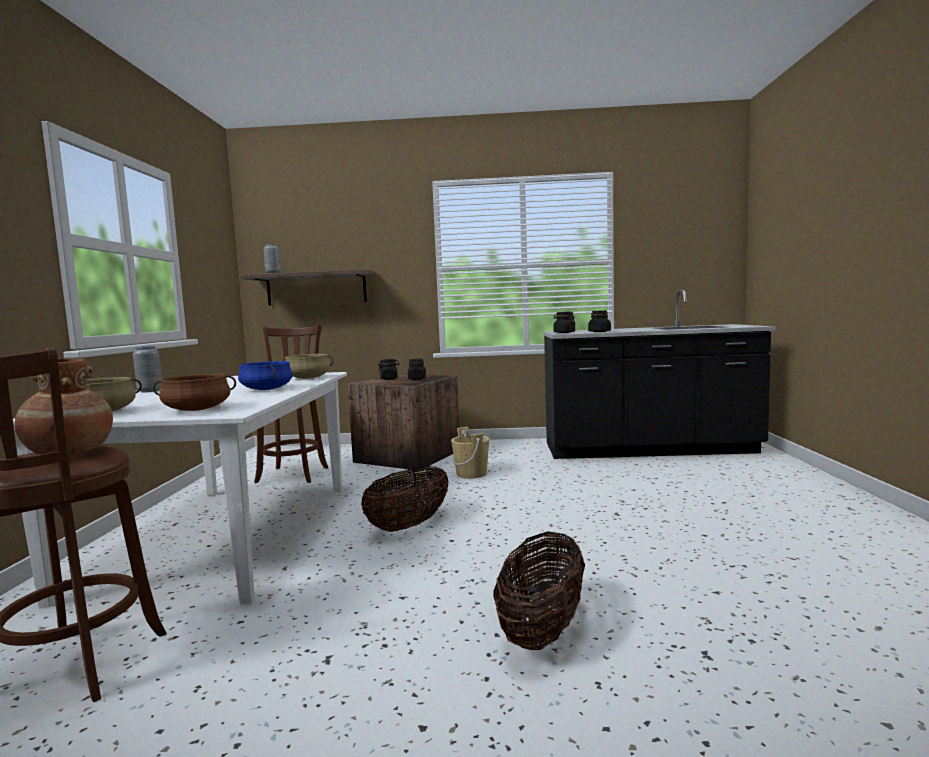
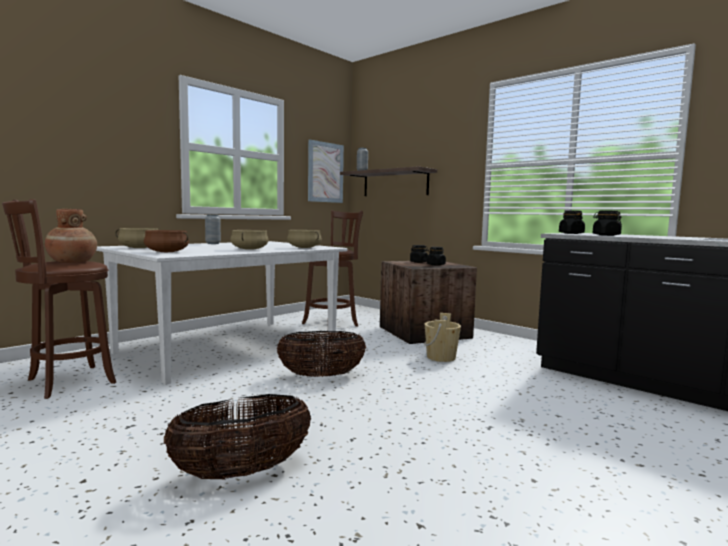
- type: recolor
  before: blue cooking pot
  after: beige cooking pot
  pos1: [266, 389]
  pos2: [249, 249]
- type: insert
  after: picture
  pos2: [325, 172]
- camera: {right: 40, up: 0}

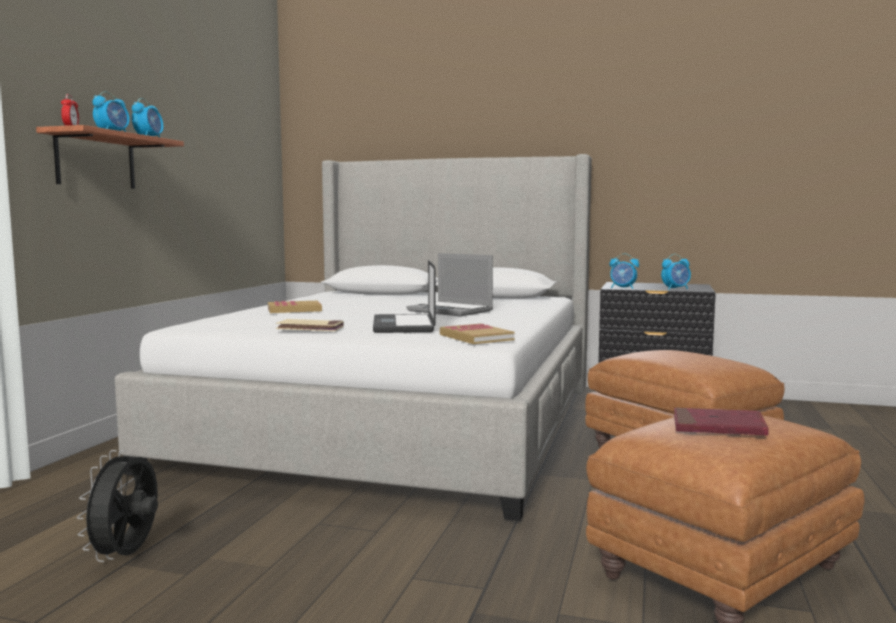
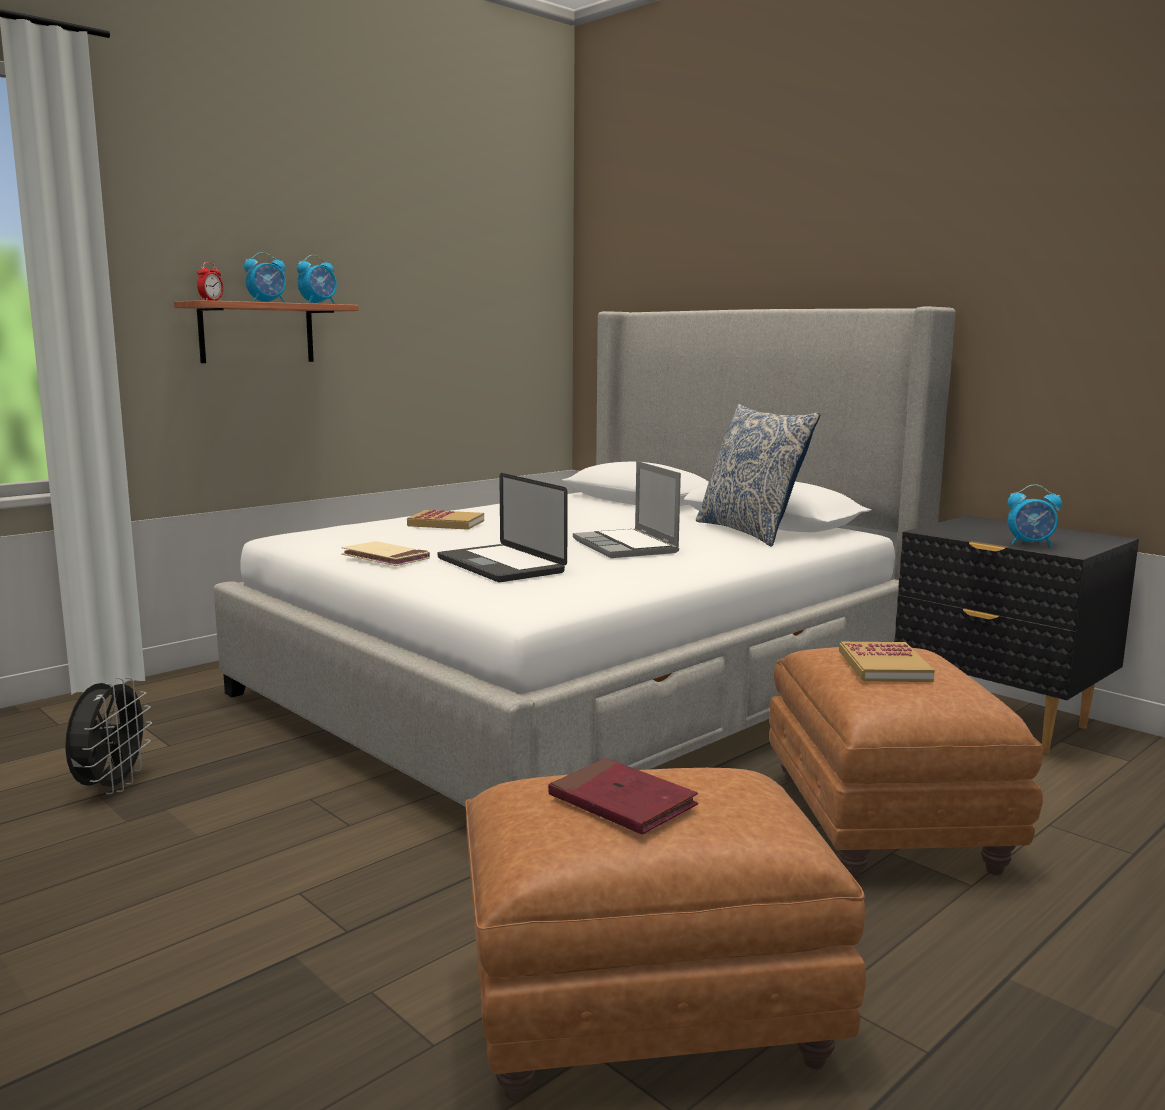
- type: delete
  before: alarm clock
  pos1: [623, 288]
- type: rotate
  before: laptop
  pos1: [403, 325]
  pos2: [500, 565]
  turn: -60
- type: move
  before: book
  pos1: [476, 337]
  pos2: [884, 666]
- type: rotate
  before: black fan
  pos1: [127, 556]
  pos2: [111, 787]
  turn: 150
- type: insert
  after: pillow
  pos2: [751, 532]
- camera: {right: 30, up: 5}

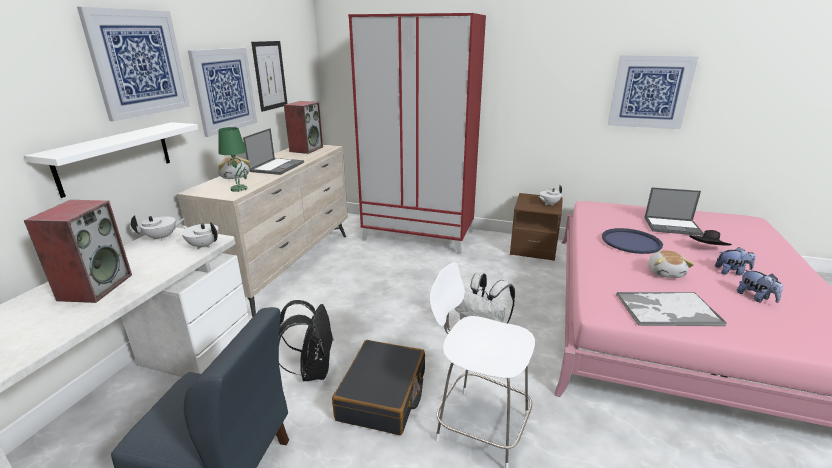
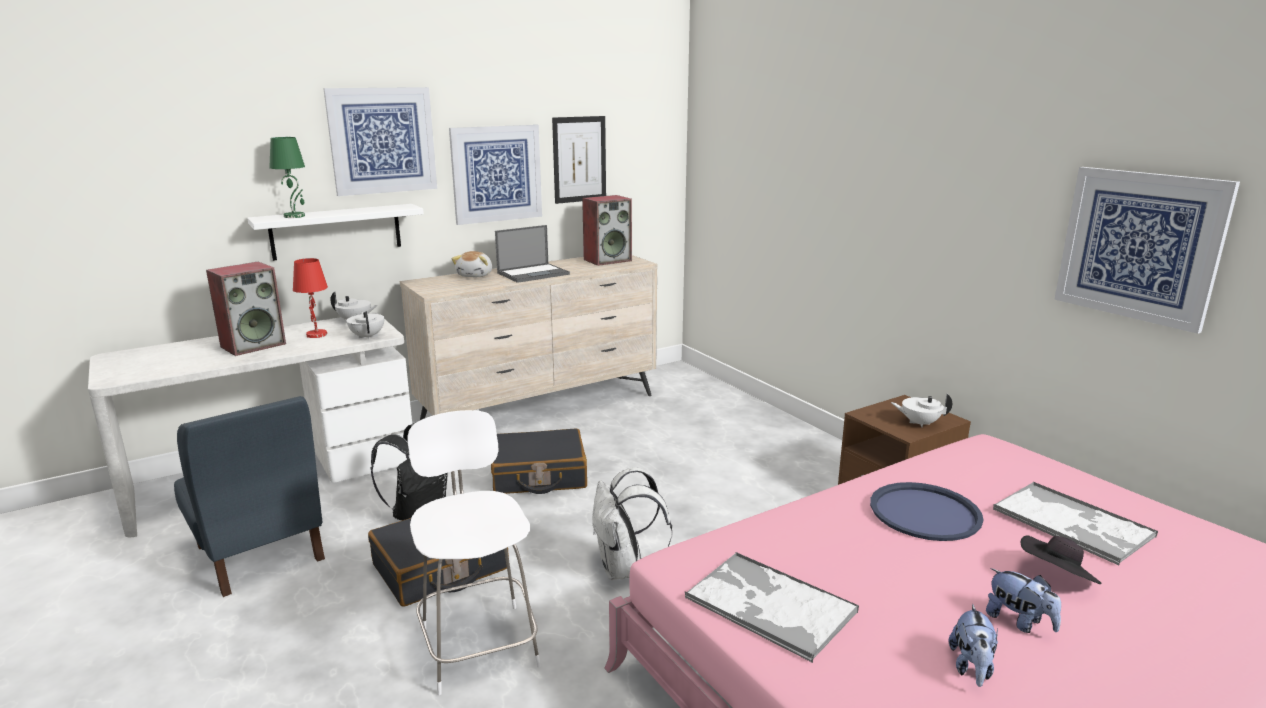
- type: delete
  before: red wardrobe
  pos1: [419, 235]
- type: move
  before: green table lamp
  pos1: [239, 189]
  pos2: [295, 216]
- type: replace
  before: laptop
  after: tray
  pos1: [673, 226]
  pos2: [1073, 523]
- type: delete
  before: plush toy
  pos1: [665, 272]
- type: insert
  after: red table lamp
  pos2: [316, 334]
- type: insert
  after: black suitcase
  pos2: [538, 475]
- camera: {right: 40, up: -5}

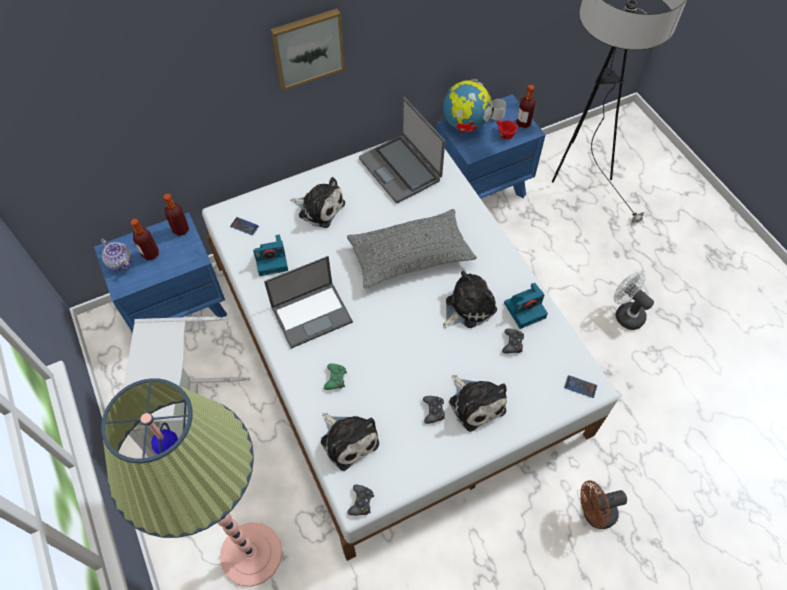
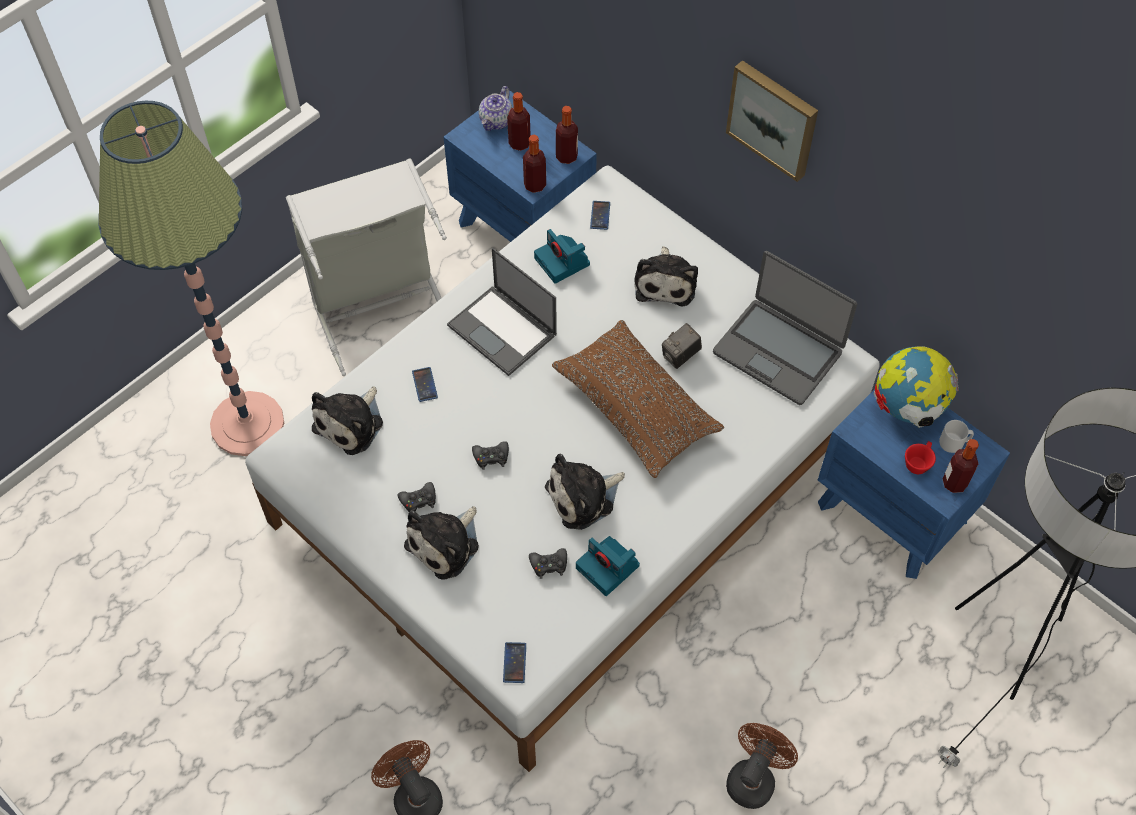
- type: rotate
  before: laptop
  pos1: [400, 169]
  pos2: [778, 351]
  turn: -90
- type: recolor
  before: grey pillow
  after: brown pillow
  pos1: [410, 256]
  pos2: [636, 407]
- type: rotate
  before: plush toy
  pos1: [467, 307]
  pos2: [584, 497]
  turn: 120
- type: recolor
  before: white fan
  after: brown fan
  pos1: [625, 314]
  pos2: [753, 777]
- type: replace
  before: green game controller
  after: phone
  pos1: [335, 378]
  pos2: [424, 384]
- type: move
  before: black game controller
  pos1: [361, 502]
  pos2: [491, 457]
- type: insert
  after: bottle
  pos2: [535, 185]
- type: insert
  after: photo camera
  pos2: [680, 356]
- camera: {right: 70, up: 0}

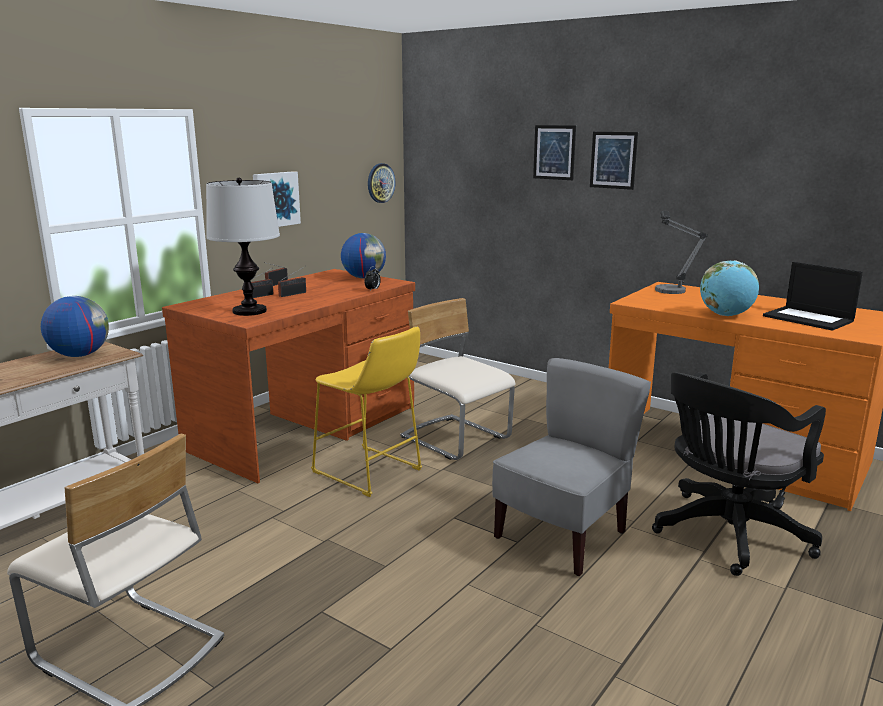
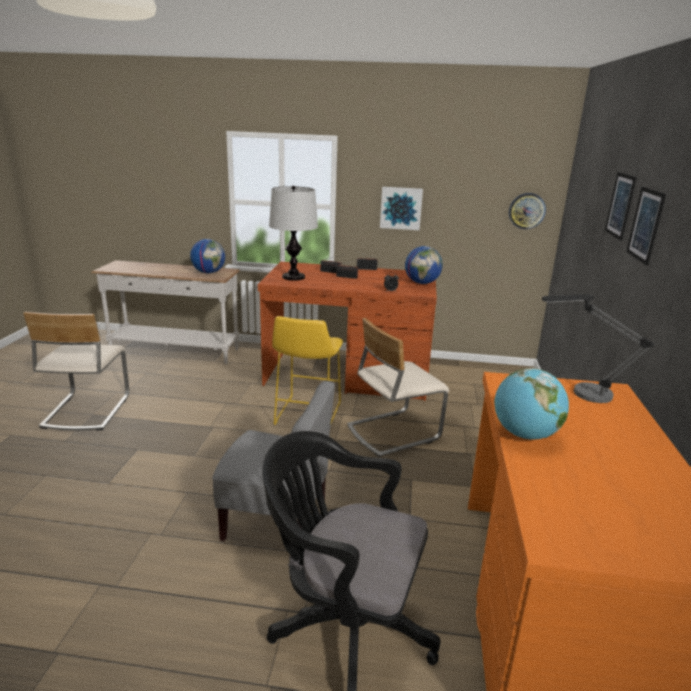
- type: delete
  before: laptop
  pos1: [809, 319]
- type: rotate
  before: beige chair
  pos1: [456, 439]
  pos2: [392, 432]
  turn: -135
- camera: {right: 60, up: 5}

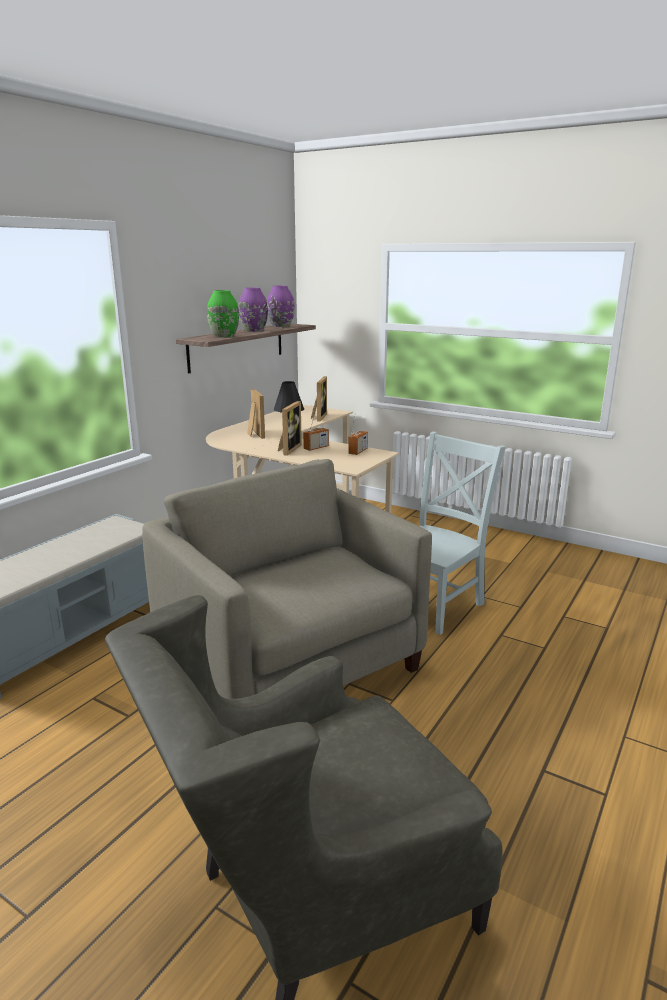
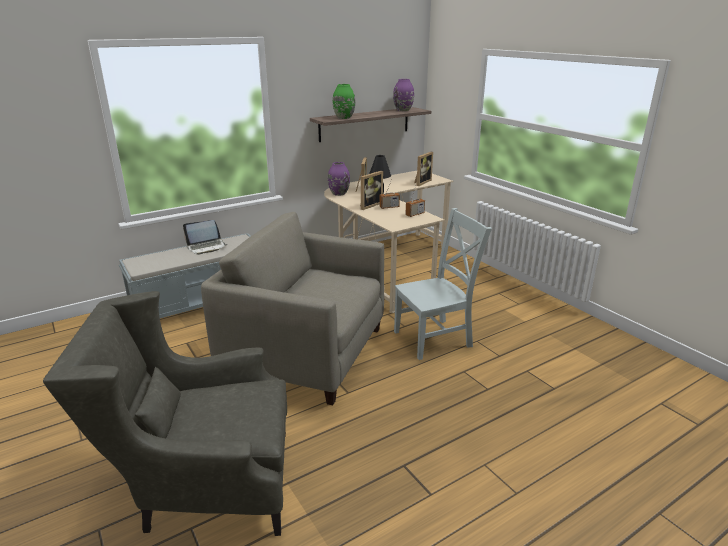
- type: move
  before: purple vase
  pos1: [253, 330]
  pos2: [339, 193]
- type: rotate
  before: beige armchair
  pos1: [290, 663]
  pos2: [306, 352]
  turn: -60
- type: insert
  after: laptop
  pos2: [207, 247]
- camera: {right: 25, up: 5}

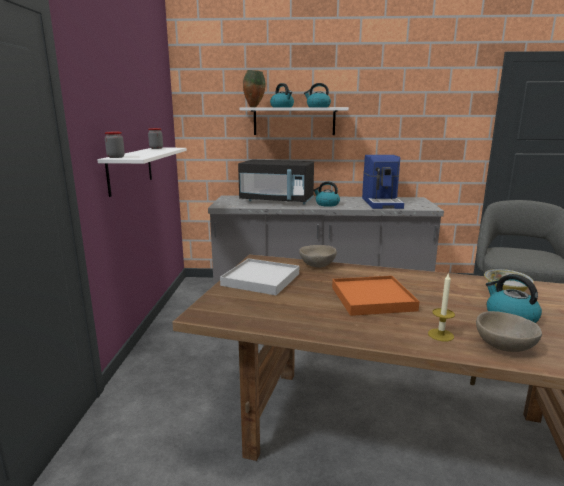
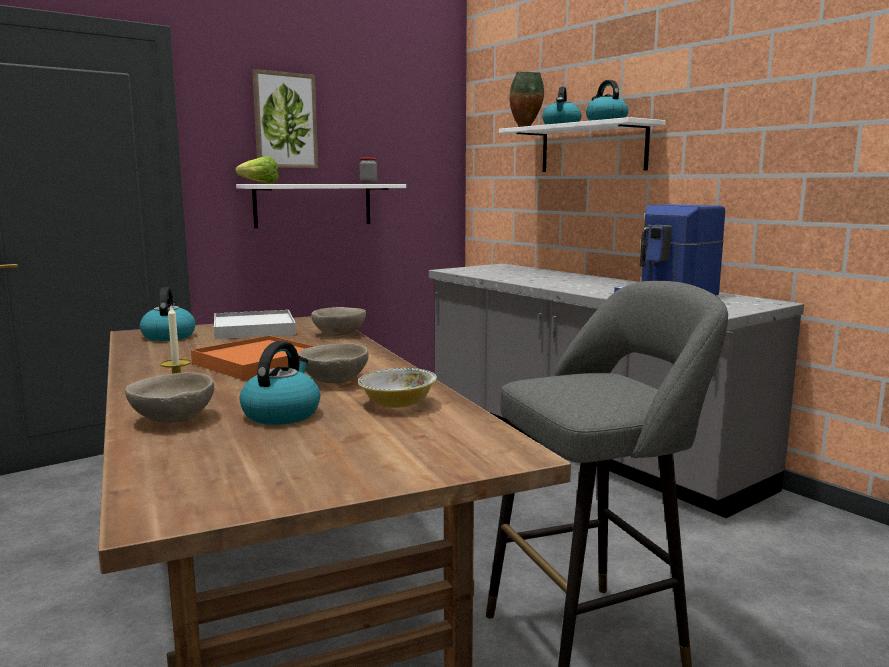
- type: replace
  before: jar
  after: lettuce
  pos1: [116, 157]
  pos2: [256, 183]
- type: delete
  before: black microwave
  pos1: [277, 201]
- type: move
  before: kettle
  pos1: [326, 204]
  pos2: [168, 336]
- type: insert
  after: picture
  pos2: [285, 120]
- type: insert
  after: beige bowl
  pos2: [333, 381]
- camera: {right: 50, up: -5}

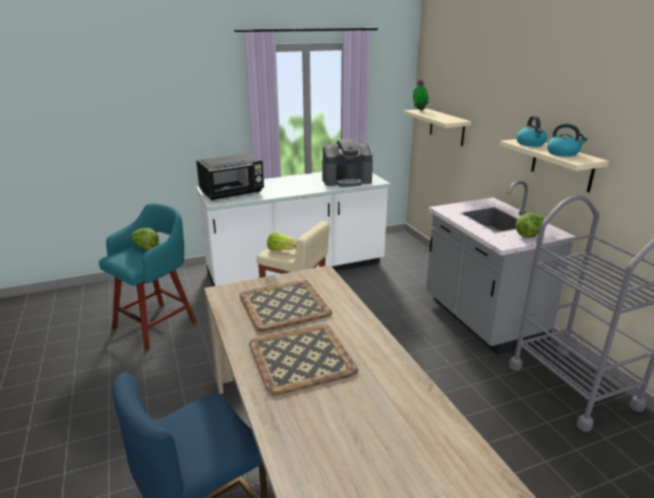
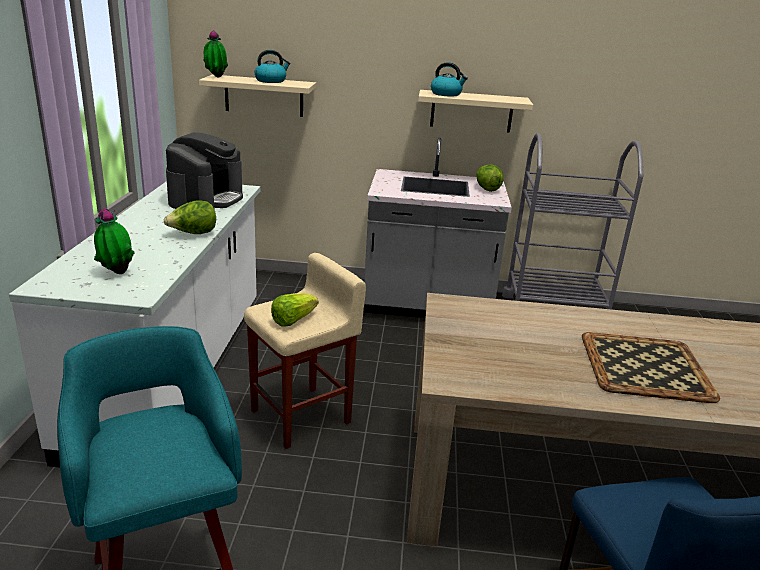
- type: move
  before: kettle
  pos1: [563, 153]
  pos2: [271, 81]
- type: replace
  before: black microwave
  after: potted plant
  pos1: [233, 193]
  pos2: [116, 272]
- type: move
  before: lettuce
  pos1: [146, 248]
  pos2: [193, 234]
- type: delete
  before: tray
  pos1: [285, 304]
- camera: {right: -65, up: 0}

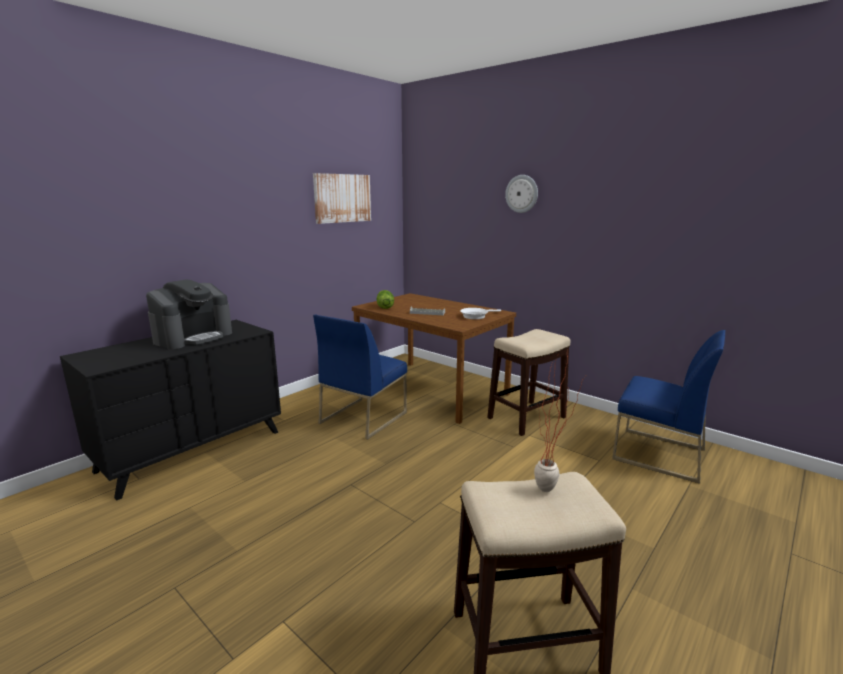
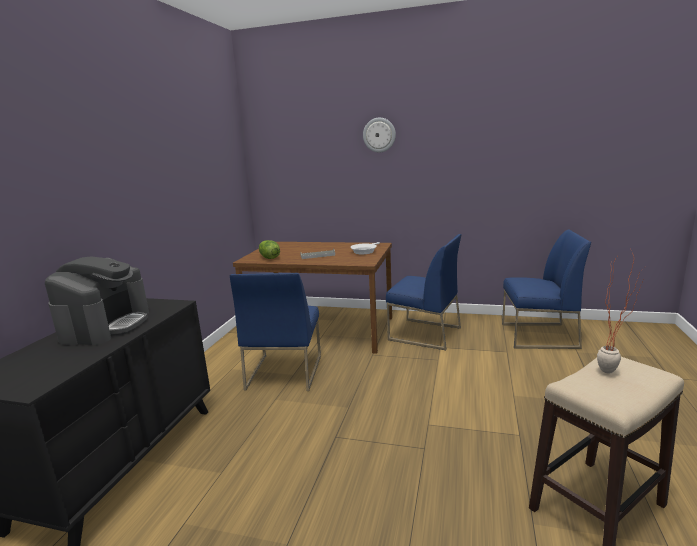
- type: delete
  before: picture
  pos1: [342, 198]
- type: replace
  before: stool
  after: blue chair
  pos1: [526, 418]
  pos2: [424, 334]
- camera: {right: -25, up: 0}

